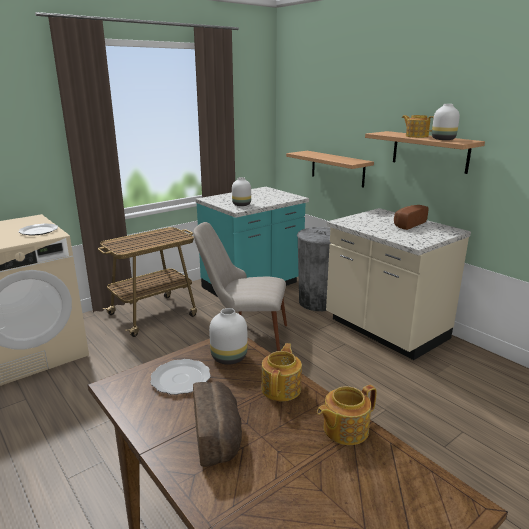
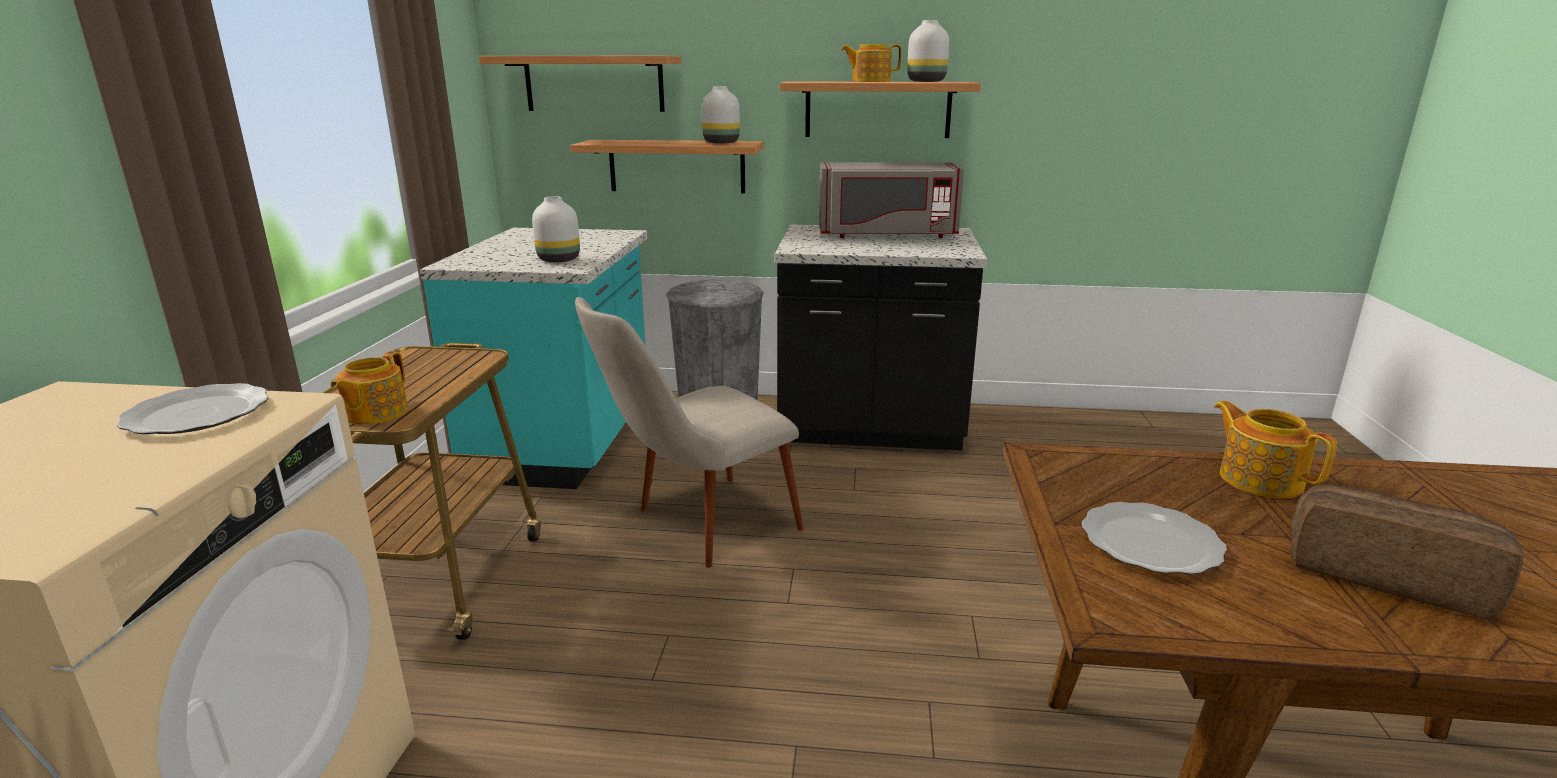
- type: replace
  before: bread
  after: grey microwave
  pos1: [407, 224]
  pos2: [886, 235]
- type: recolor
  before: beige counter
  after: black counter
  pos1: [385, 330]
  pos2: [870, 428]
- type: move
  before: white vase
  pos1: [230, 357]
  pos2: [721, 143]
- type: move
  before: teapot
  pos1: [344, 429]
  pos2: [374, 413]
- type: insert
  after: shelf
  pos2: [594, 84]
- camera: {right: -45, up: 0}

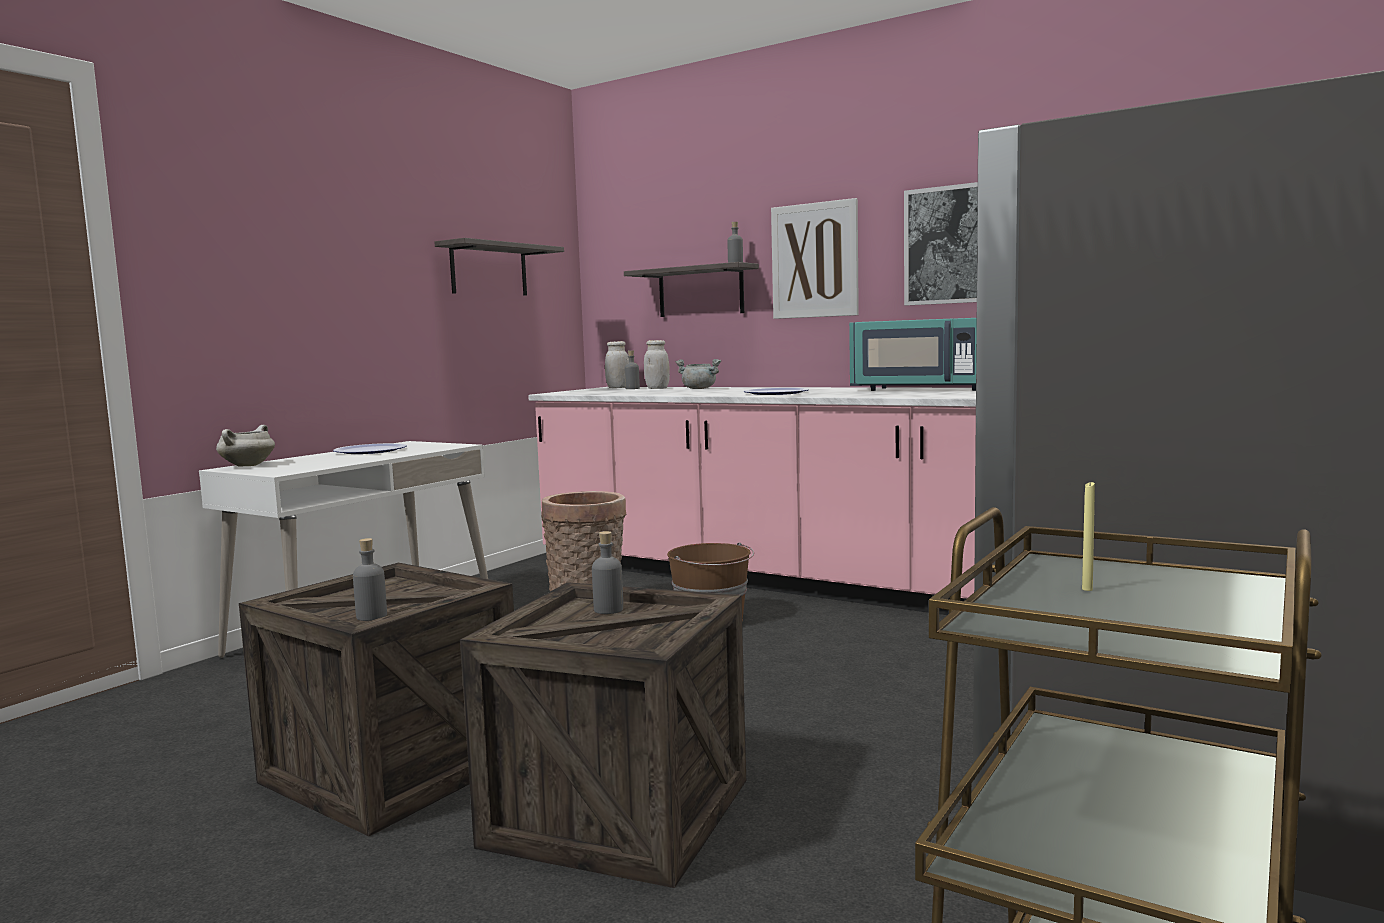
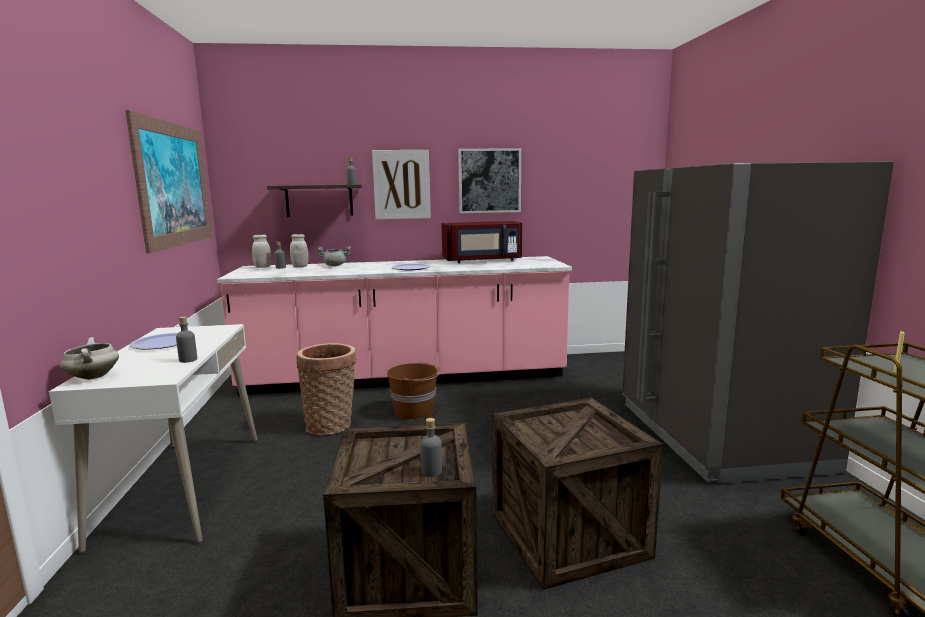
- type: replace
  before: shelf
  after: picture
  pos1: [489, 270]
  pos2: [174, 184]
- type: recolor
  before: turquoise microwave
  after: red microwave
  pos1: [923, 389]
  pos2: [482, 261]
- type: move
  before: grey bottle
  pos1: [608, 609]
  pos2: [188, 360]
- camera: {right: -40, up: 5}

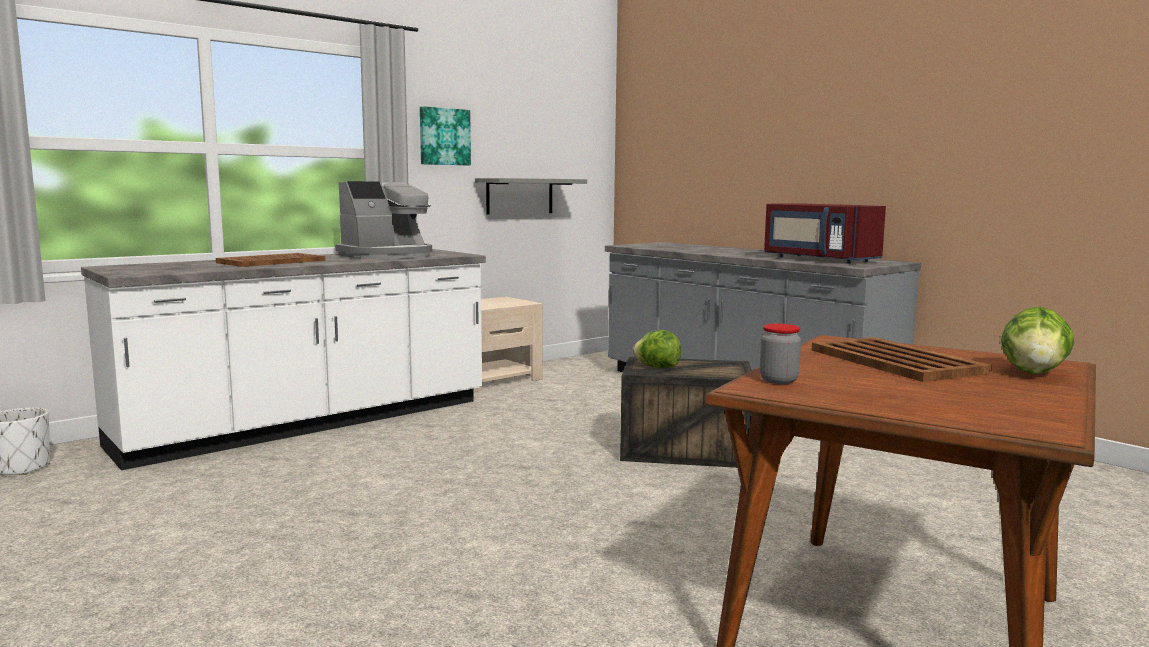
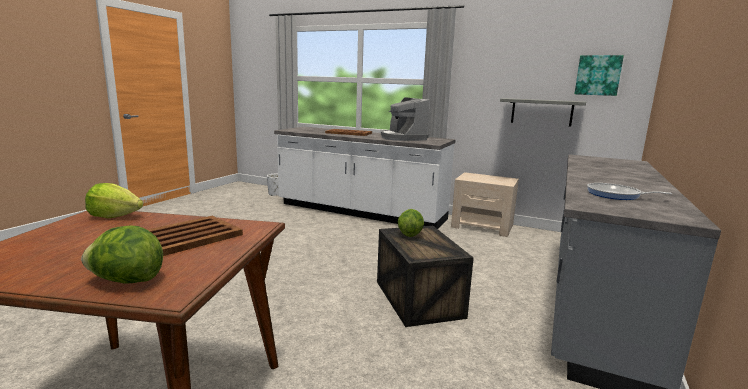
- type: move
  before: picture
  pos1: [444, 136]
  pos2: [598, 75]
- type: rotate
  before: coffee machine
  pos1: [388, 255]
  pos2: [402, 138]
  turn: 45
- type: replace
  before: red microwave
  after: frying pan
  pos1: [818, 259]
  pos2: [616, 195]
- type: replace
  before: jar
  after: lettuce
  pos1: [778, 380]
  pos2: [115, 216]
- camera: {right: 65, up: 5}

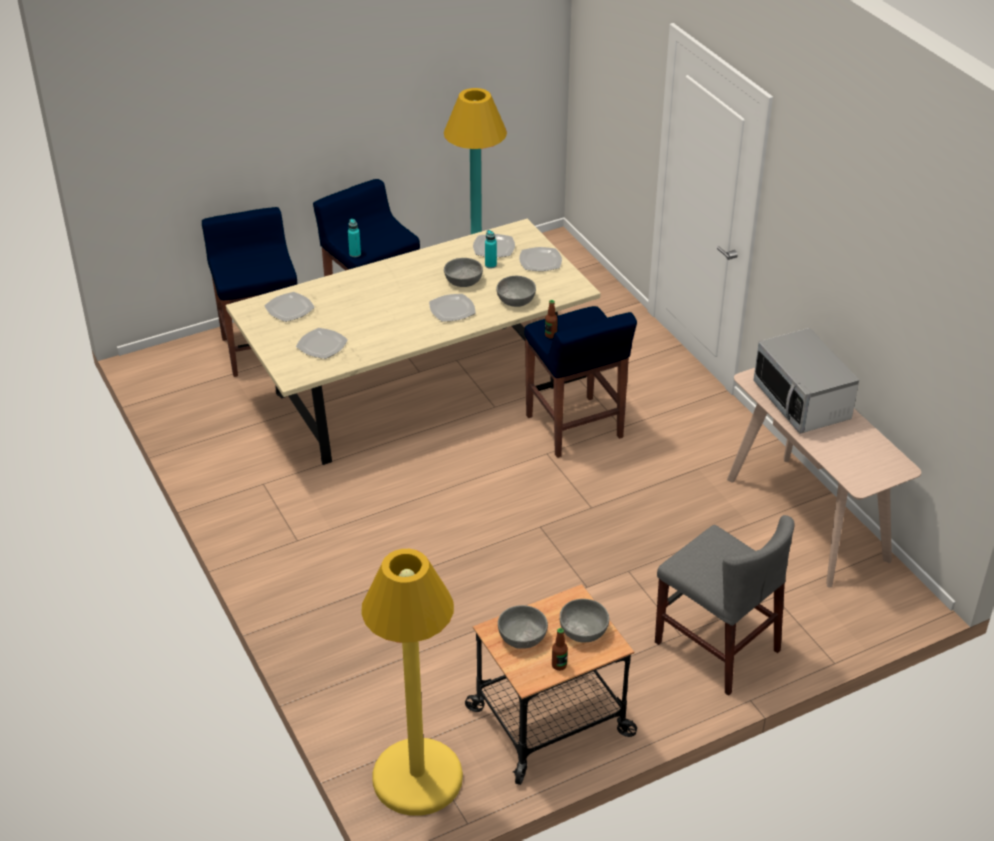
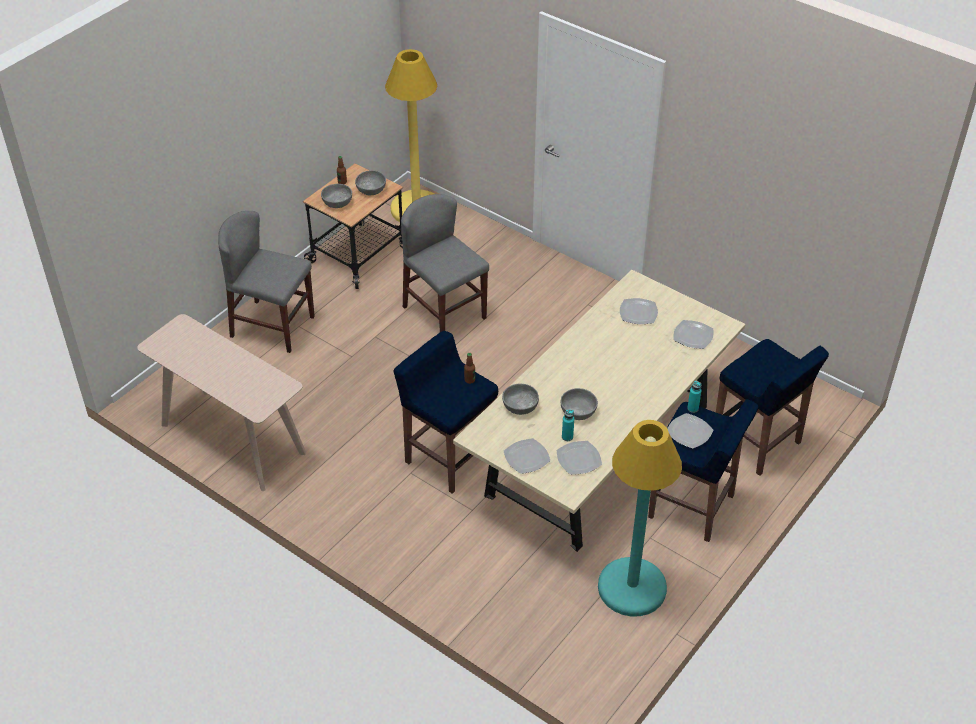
- type: move
  before: plate
  pos1: [452, 310]
  pos2: [689, 432]
- type: delete
  before: microwave
  pos1: [802, 402]
- type: insert
  after: grey chair
  pos2: [444, 312]
- camera: {right: 155, up: 5}

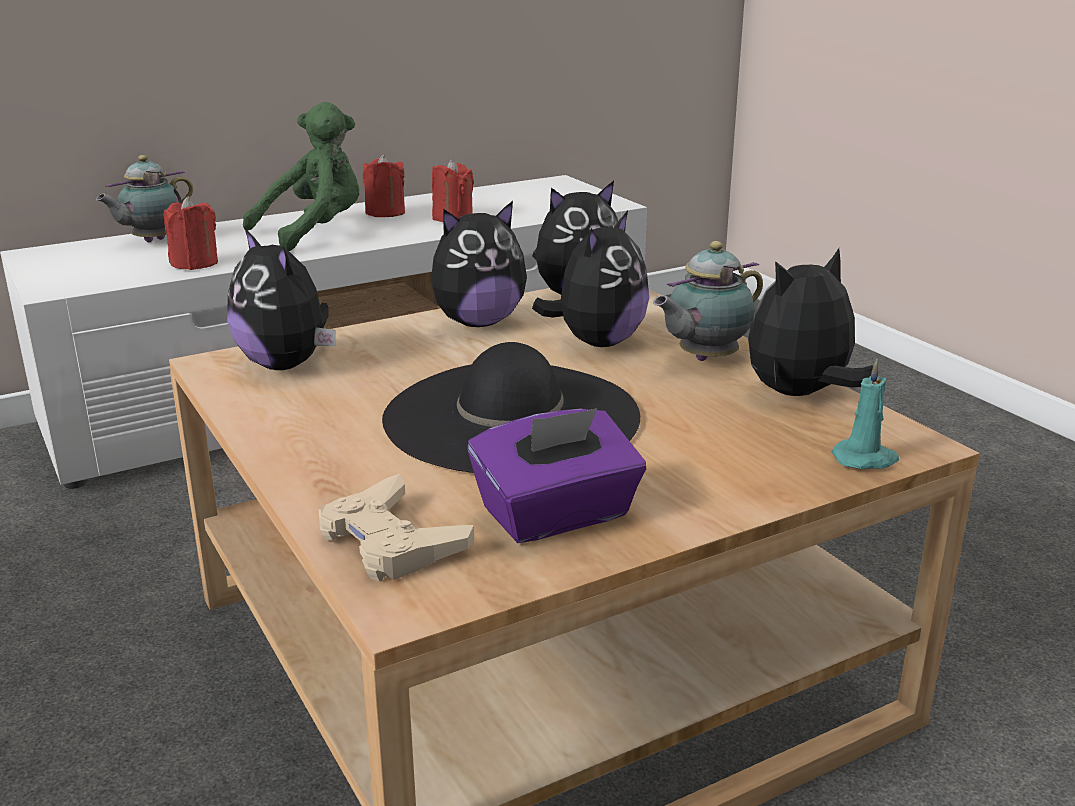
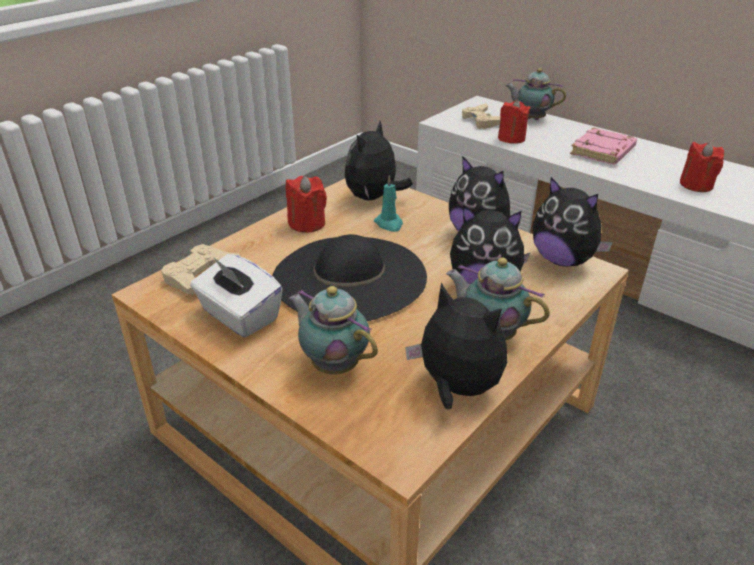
- type: replace
  before: green plush toy
  after: pink book
  pos1: [315, 232]
  pos2: [603, 152]
- type: move
  before: red candle
  pos1: [385, 213]
  pos2: [307, 223]
- type: move
  before: turquoise candle
  pos1: [865, 459]
  pos2: [389, 224]
- type: recolor
  before: purple tissue box
  after: white tissue box
  pos1: [557, 515]
  pos2: [239, 316]
- type: insert
  after: beige game controller
  pos2: [483, 121]
- type: insert
  after: teapot
  pos2: [333, 364]
- camera: {right: 70, up: 10}

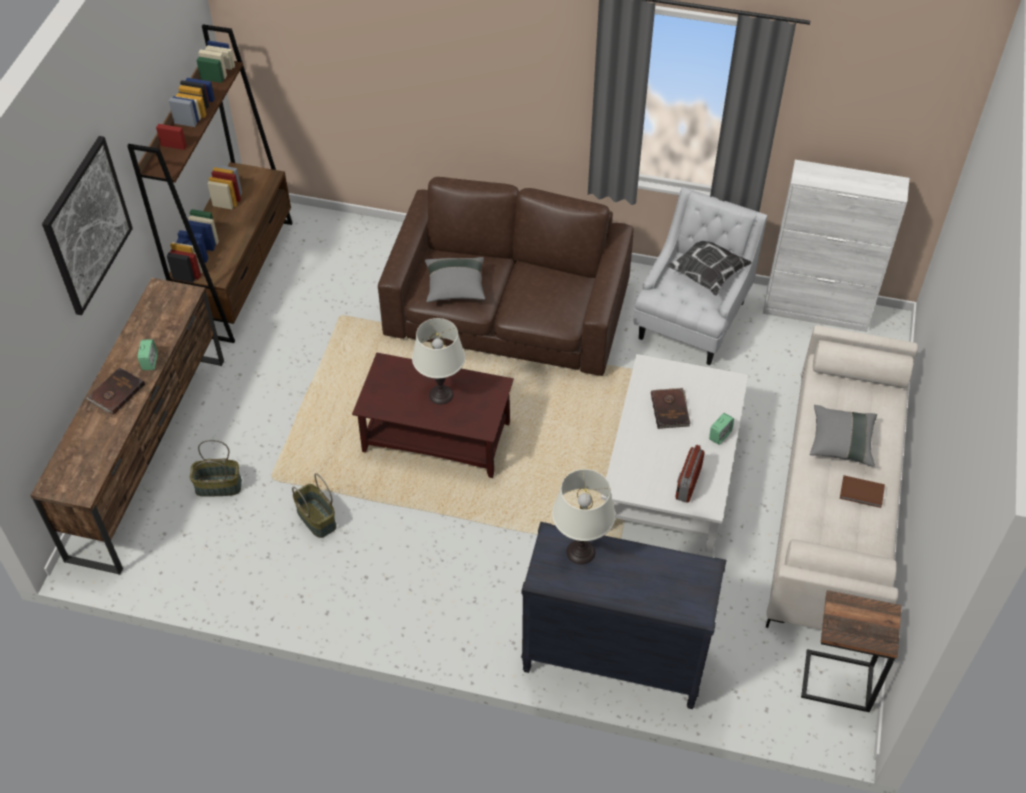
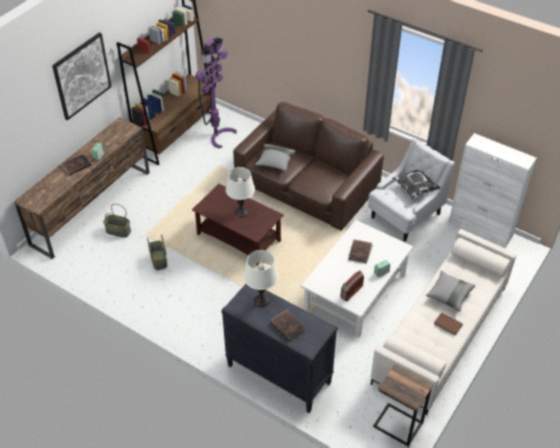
- type: insert
  after: purple floor lamp
  pos2: [217, 135]
- type: insert
  after: brown book
  pos2: [288, 326]
- camera: {right: 20, up: -5}

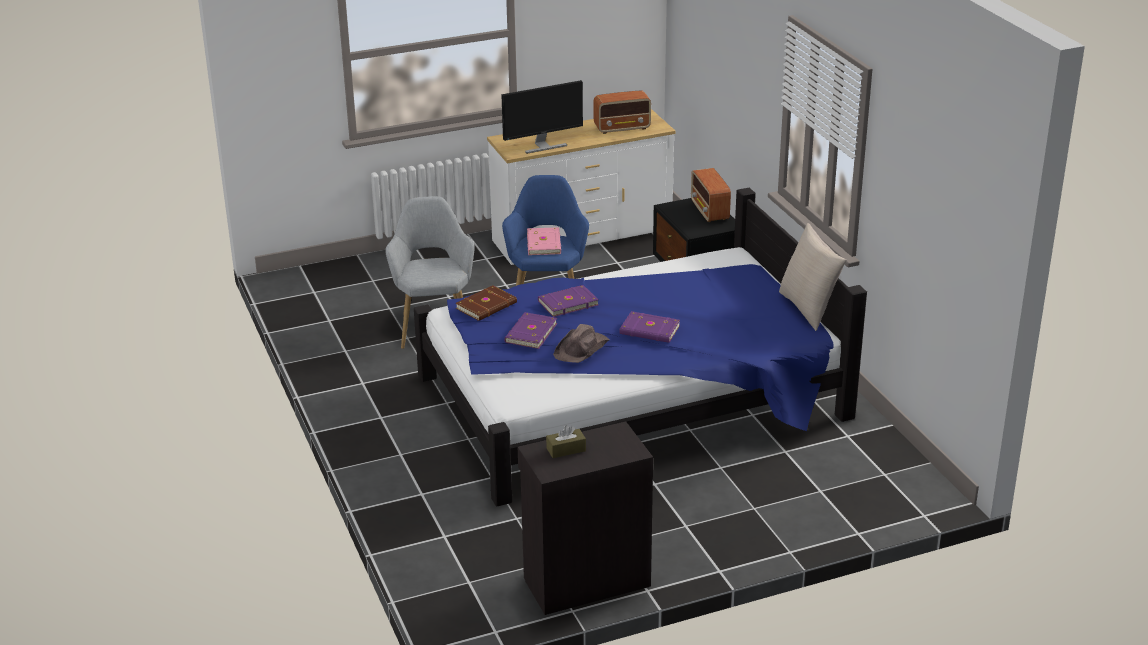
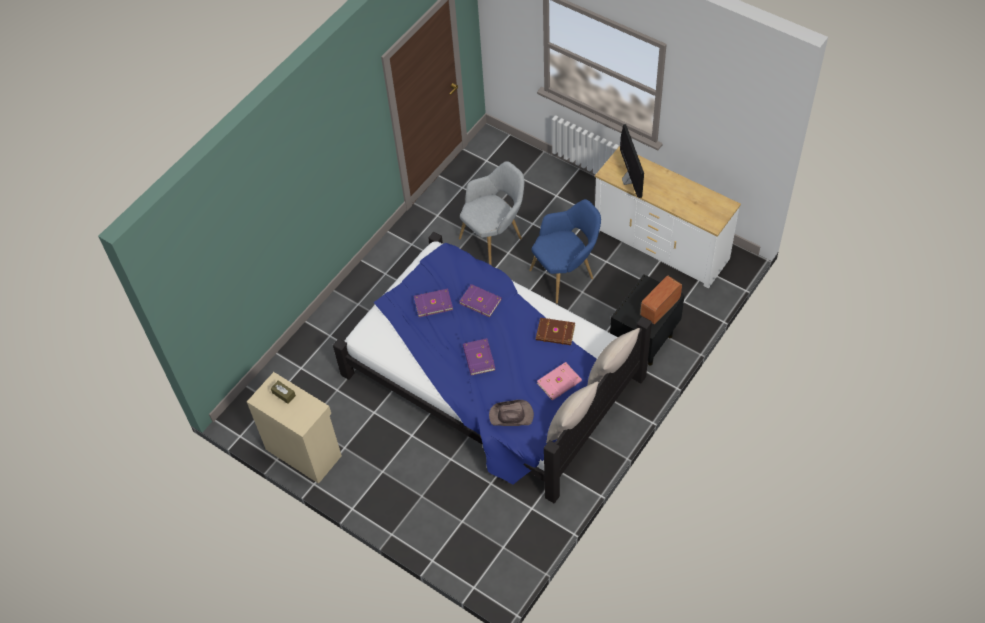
- type: rotate
  before: monitor
  pos1: [542, 146]
  pos2: [630, 181]
  turn: -135
- type: delete
  before: radio
  pos1: [622, 128]
- type: move
  before: pink book
  pos1: [545, 243]
  pos2: [559, 383]
- type: move
  before: brown book
  pos1: [487, 306]
  pos2: [555, 333]
- type: move
  before: brown hat
  pos1: [582, 349]
  pos2: [511, 416]
- type: recolor
  before: black cabinet
  after: beige cabinet
  pos1: [585, 581]
  pos2: [304, 451]
- type: insert
  after: beige pillow
  pos2: [611, 372]
- camera: {right: 60, up: 25}

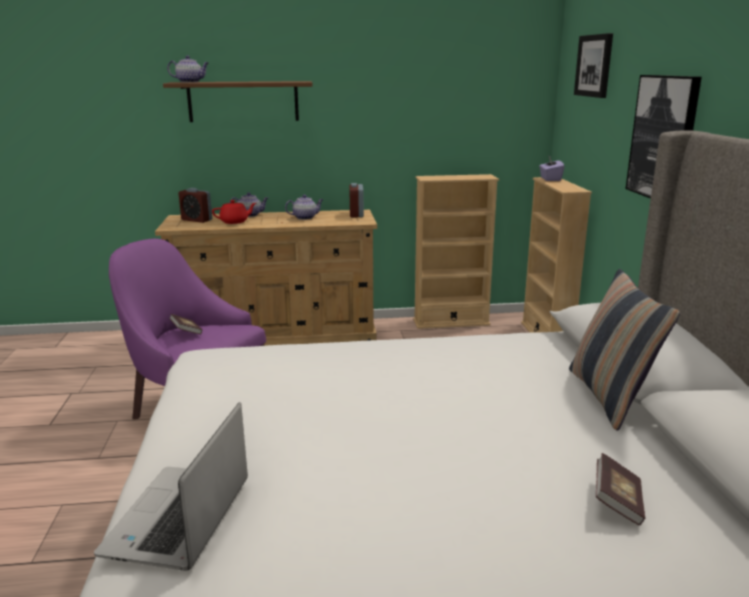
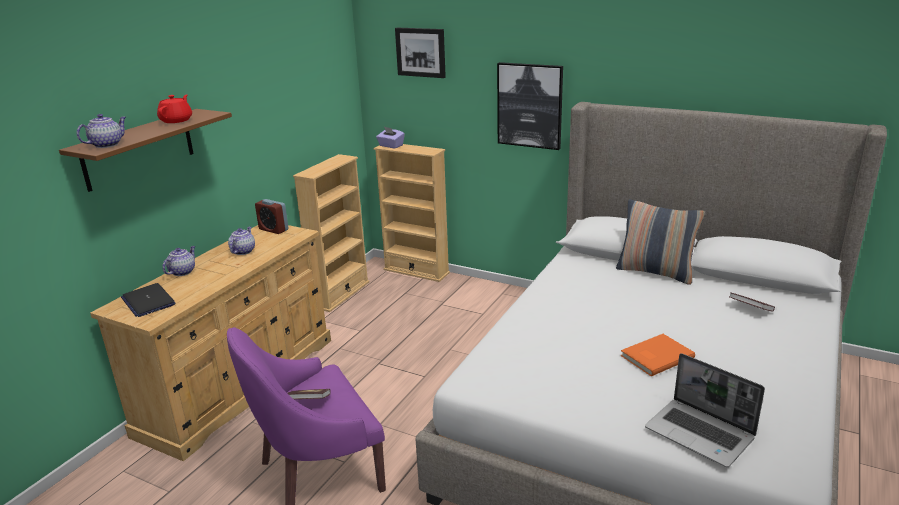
- type: replace
  before: alarm clock
  after: laptop
  pos1: [196, 220]
  pos2: [148, 301]
- type: move
  before: red teapot
  pos1: [235, 222]
  pos2: [177, 120]
- type: insert
  after: orange book
  pos2: [655, 356]
- camera: {right: -55, up: 5}

